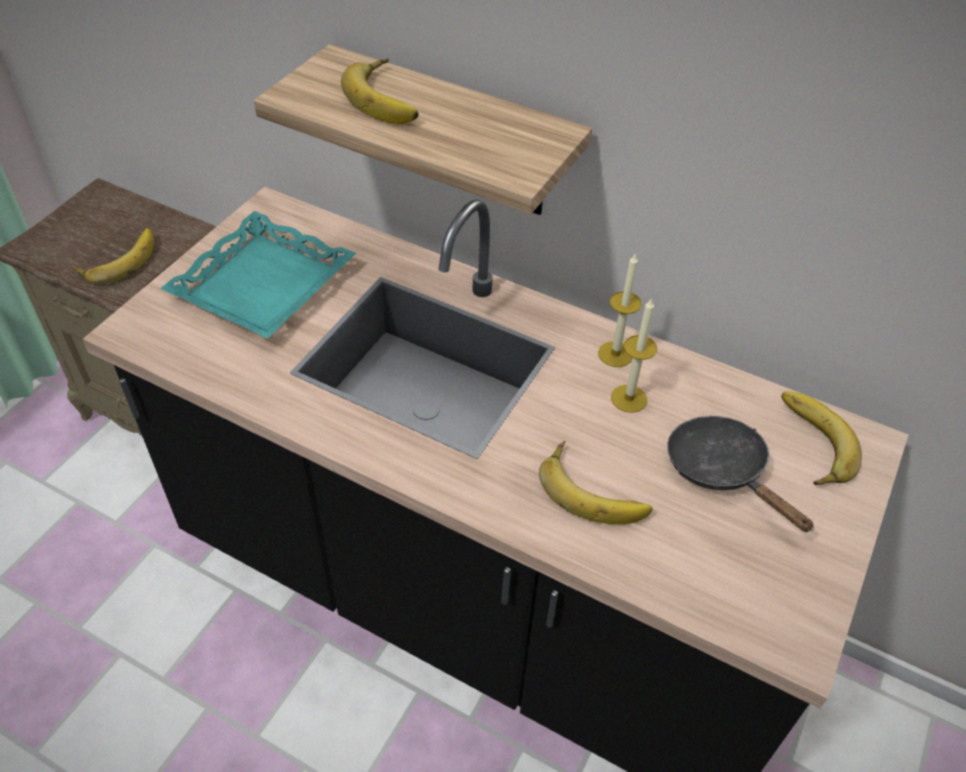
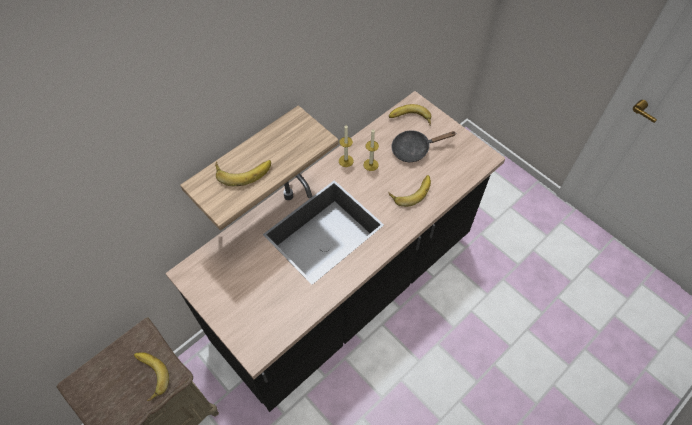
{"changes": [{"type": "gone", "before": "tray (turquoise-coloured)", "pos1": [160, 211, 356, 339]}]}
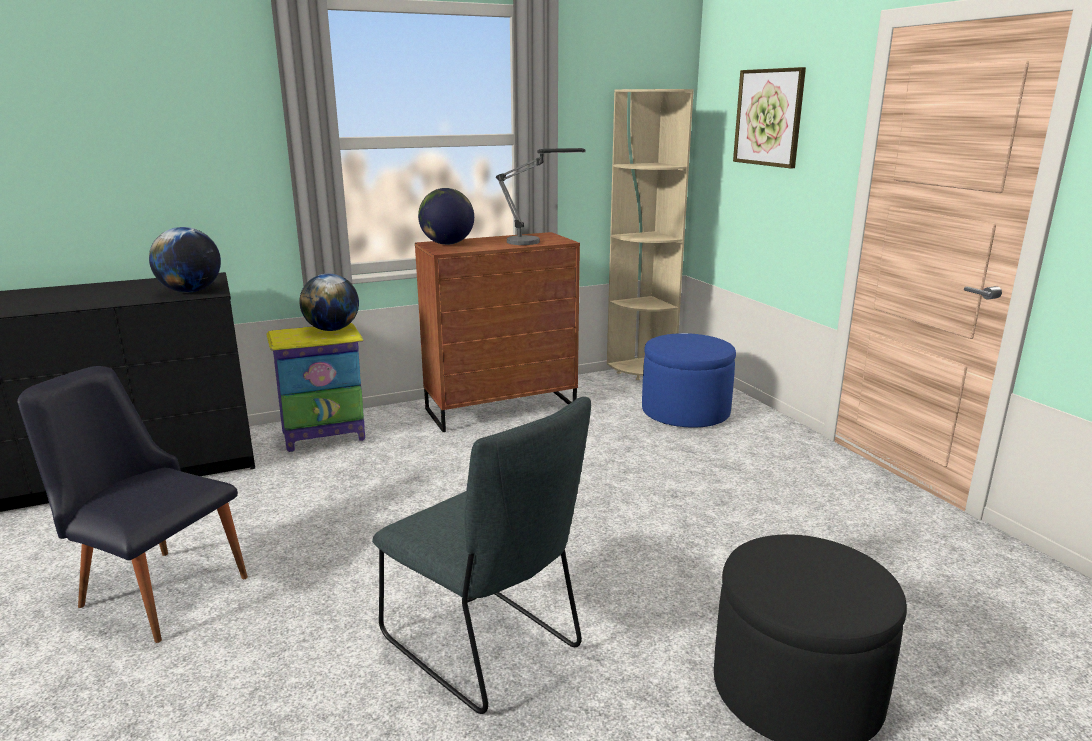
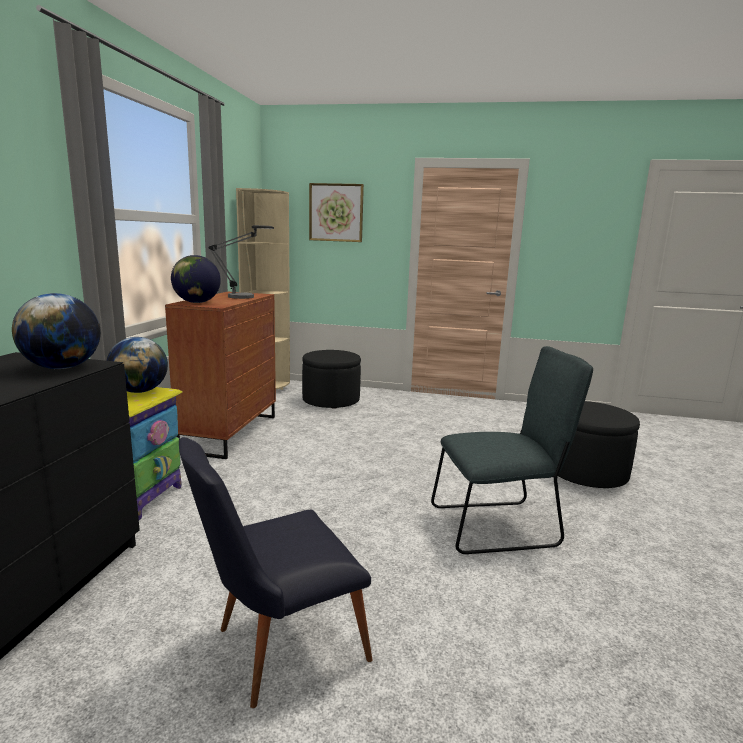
{"changes": [{"type": "repainted", "before": "ottoman (bluish)", "after": "ottoman (black)", "pos1": [642, 333, 736, 428], "pos2": [302, 350, 361, 409]}]}
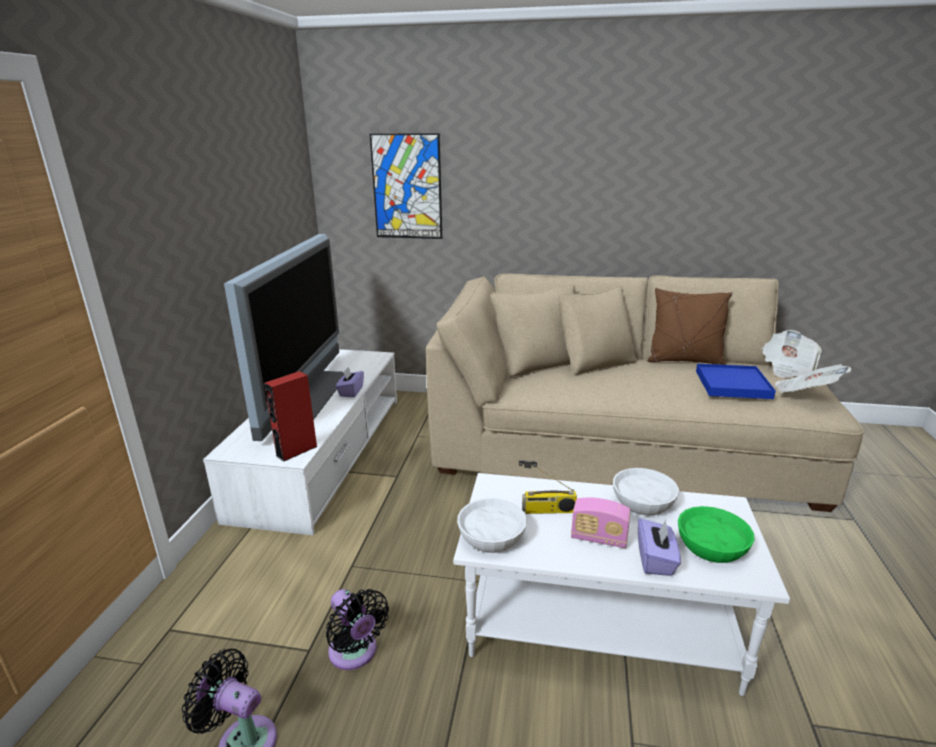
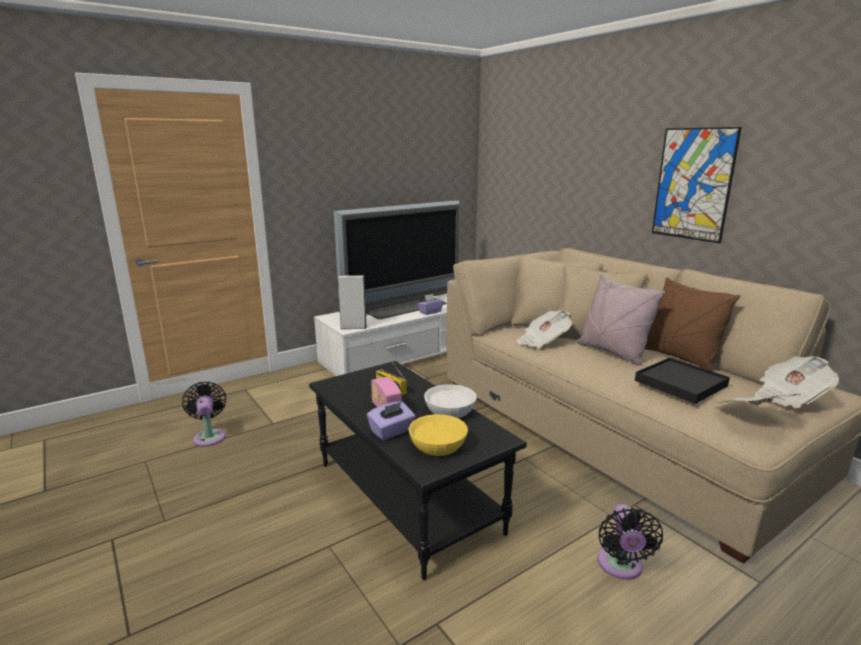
{"changes": [{"type": "repainted", "before": "low table (whitish)", "after": "low table (black)", "pos1": [453, 473, 790, 696], "pos2": [309, 361, 527, 580]}, {"type": "repainted", "before": "audio speaker (red-coloured)", "after": "audio speaker (grey)", "pos1": [264, 371, 318, 462], "pos2": [338, 275, 367, 329]}, {"type": "repainted", "before": "deep dish (green)", "after": "deep dish (yellowish)", "pos1": [678, 506, 755, 563], "pos2": [409, 414, 468, 456]}, {"type": "new", "after": "printed paper", "pos2": [517, 310, 572, 348]}, {"type": "new", "after": "throw pillow (purplish)", "pos2": [577, 274, 665, 366]}, {"type": "shifted", "before": "fan (black)", "pos1": [326, 589, 389, 670], "pos2": [597, 504, 663, 580]}, {"type": "repainted", "before": "tray (bluish)", "after": "tray (black)", "pos1": [696, 364, 776, 399], "pos2": [635, 358, 730, 404]}, {"type": "shifted", "before": "wall art", "pos1": [370, 133, 442, 239], "pos2": [652, 127, 742, 243]}, {"type": "gone", "before": "deep dish (whitish)", "pos1": [457, 498, 527, 553]}]}
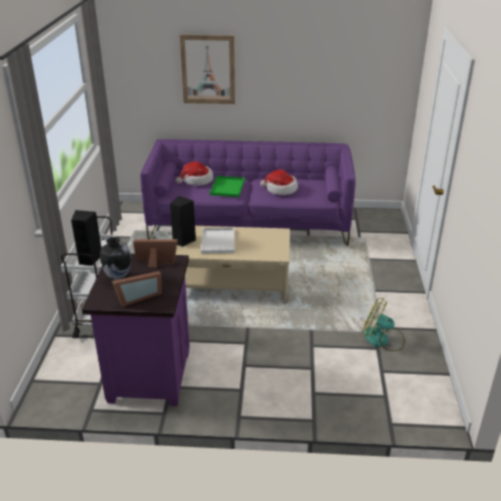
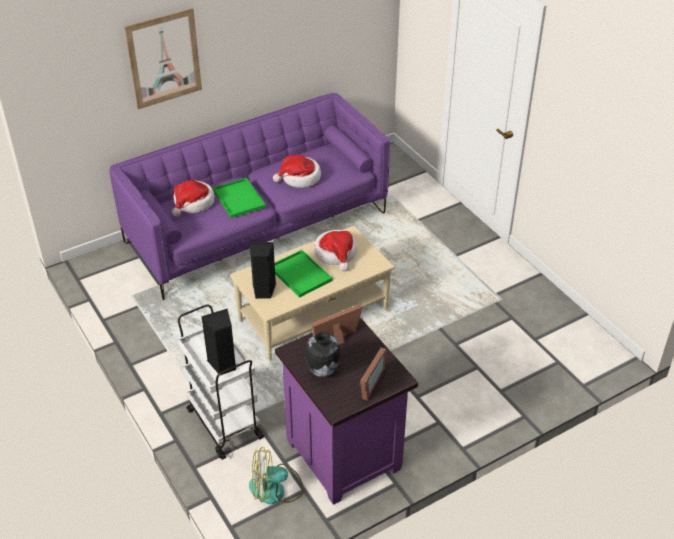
{"changes": [{"type": "shifted", "before": "fan", "pos1": [362, 298, 405, 351], "pos2": [249, 447, 304, 505]}, {"type": "repainted", "before": "tray (whitish)", "after": "tray (green)", "pos1": [201, 228, 235, 253], "pos2": [275, 250, 333, 298]}, {"type": "new", "after": "hat", "pos2": [315, 230, 357, 272]}]}
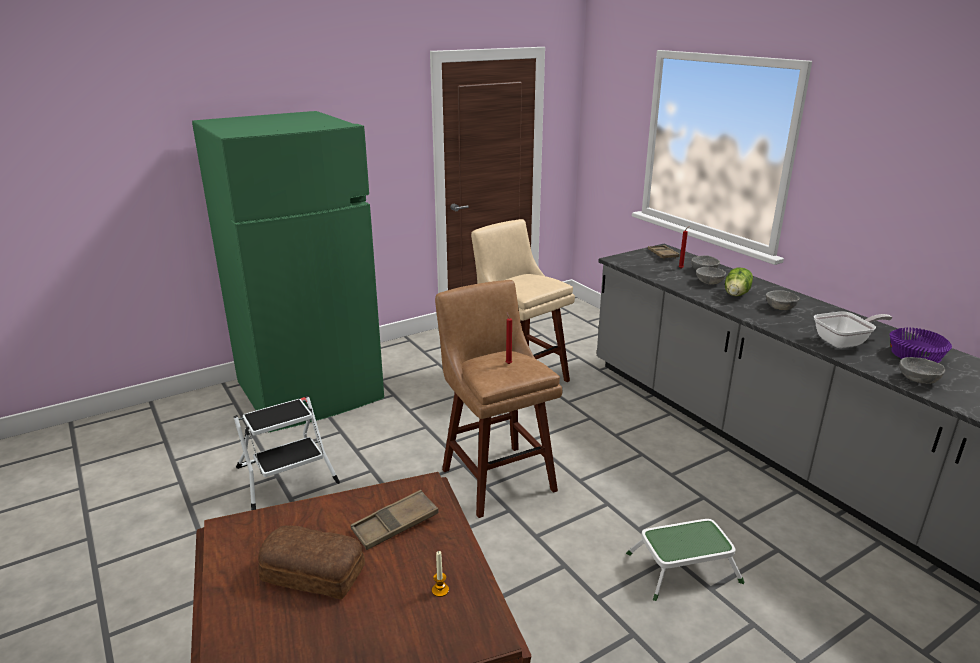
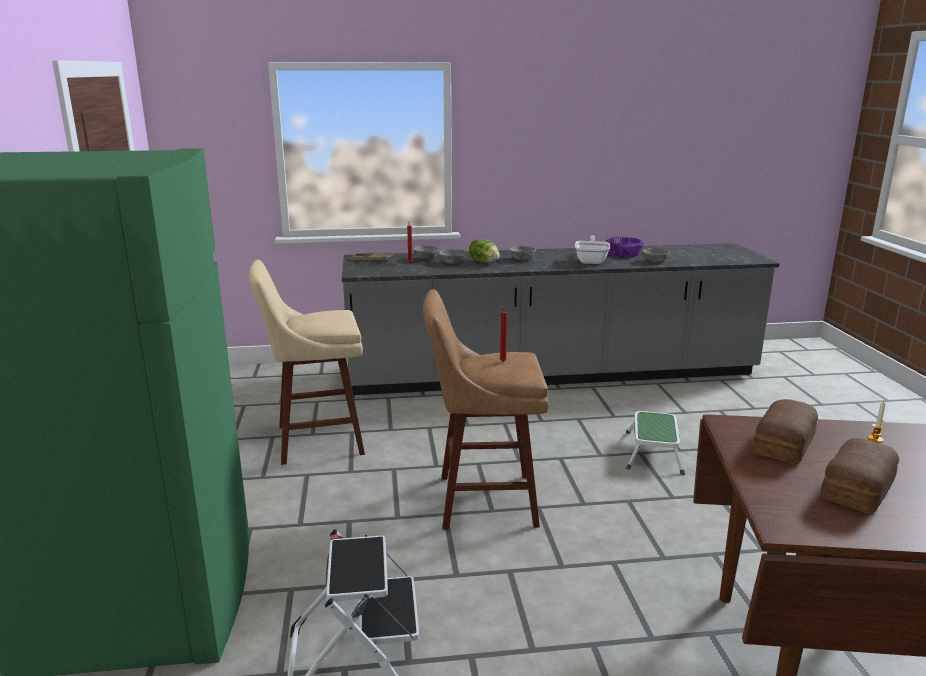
{"changes": [{"type": "swapped", "before": "tray (brownish)", "after": "bread", "pos1": [351, 490, 439, 550], "pos2": [753, 399, 818, 464]}]}
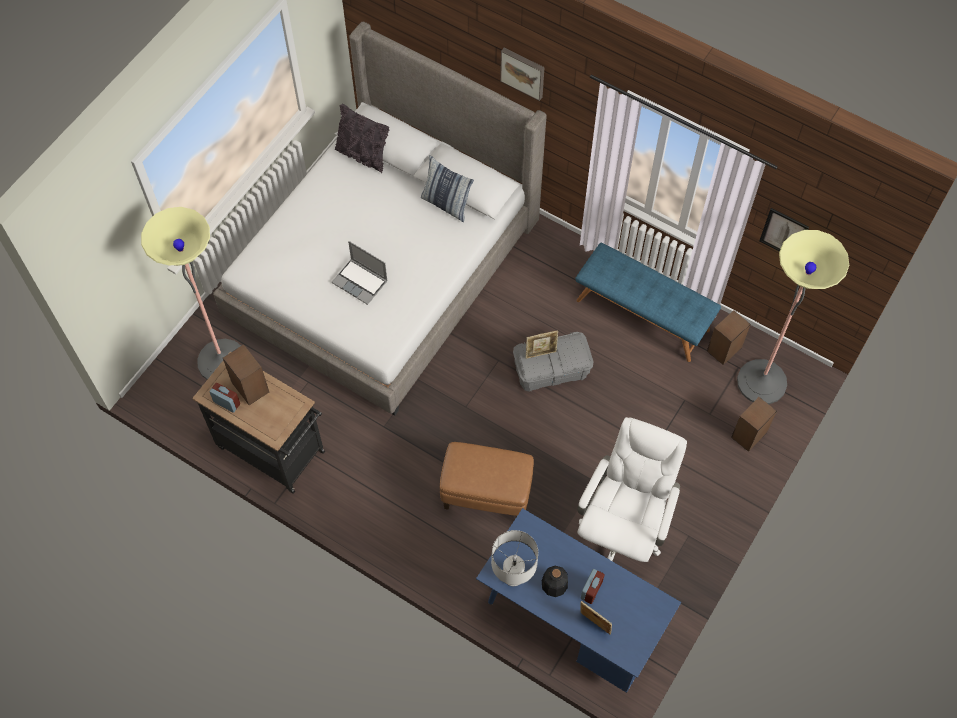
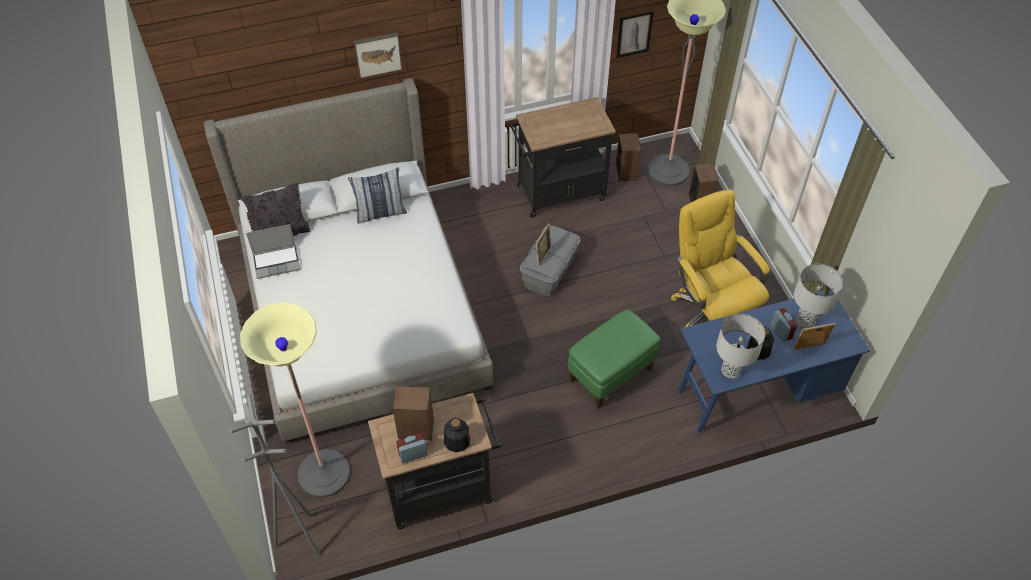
{"changes": [{"type": "new", "after": "garment rack (grey)", "pos2": [229, 395, 320, 557]}, {"type": "shifted", "before": "laptop", "pos1": [332, 241, 388, 305], "pos2": [246, 224, 300, 279]}, {"type": "new", "after": "drink bottle", "pos2": [444, 418, 470, 453]}, {"type": "swapped", "before": "indoor bench (bluish)", "after": "cart (black)", "pos1": [575, 243, 721, 362], "pos2": [509, 97, 616, 218]}, {"type": "repainted", "before": "ottoman (brownish)", "after": "ottoman (green)", "pos1": [440, 442, 534, 517], "pos2": [568, 309, 660, 409]}, {"type": "repainted", "before": "computer chair (whitish)", "after": "computer chair (yellowish)", "pos1": [577, 417, 687, 562], "pos2": [671, 189, 770, 334]}, {"type": "new", "after": "table lamp (whitish)", "pos2": [794, 264, 843, 328]}]}
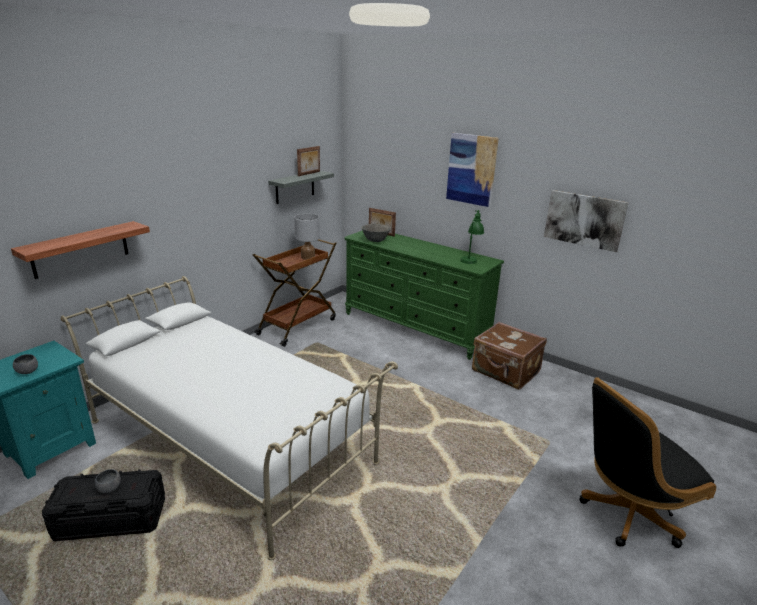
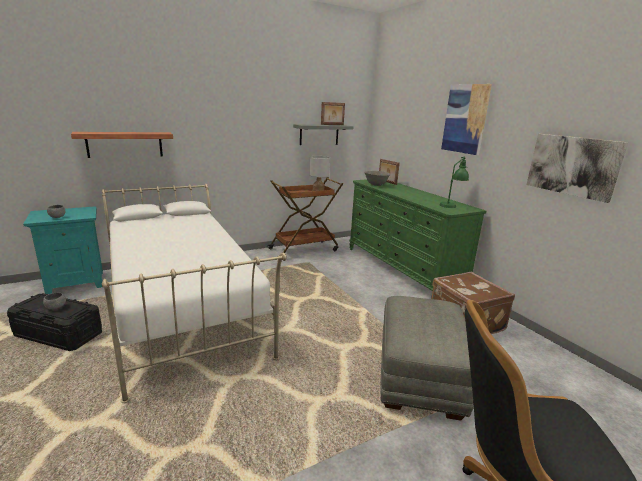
{"changes": [{"type": "new", "after": "ottoman (grey)", "pos2": [380, 296, 474, 420]}]}
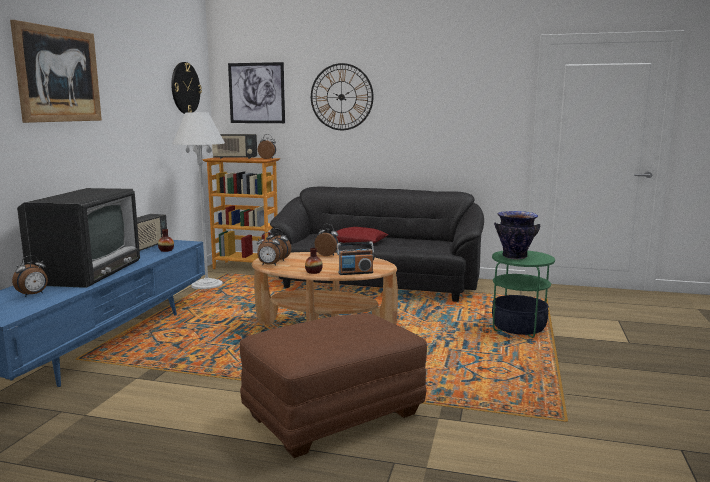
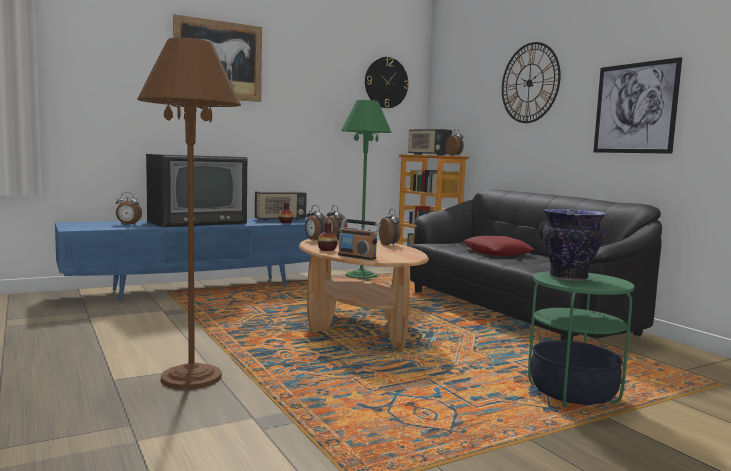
{"changes": [{"type": "swapped", "before": "ottoman (brownish)", "after": "standing lamp (brownish)", "pos1": [240, 313, 427, 458], "pos2": [137, 38, 241, 389]}, {"type": "repainted", "before": "standing lamp (whitish)", "after": "standing lamp (green)", "pos1": [172, 112, 225, 289], "pos2": [341, 100, 392, 278]}, {"type": "shifted", "before": "wall art", "pos1": [228, 62, 285, 123], "pos2": [593, 57, 682, 154]}]}
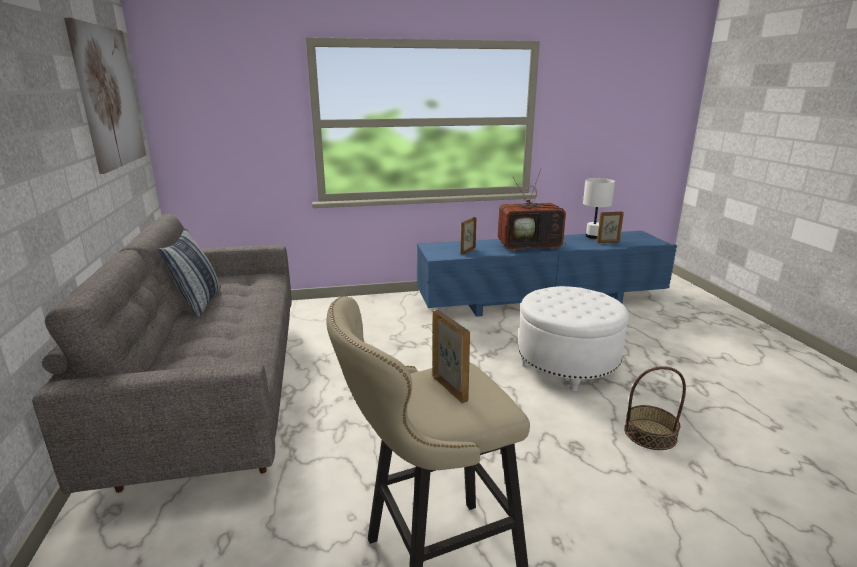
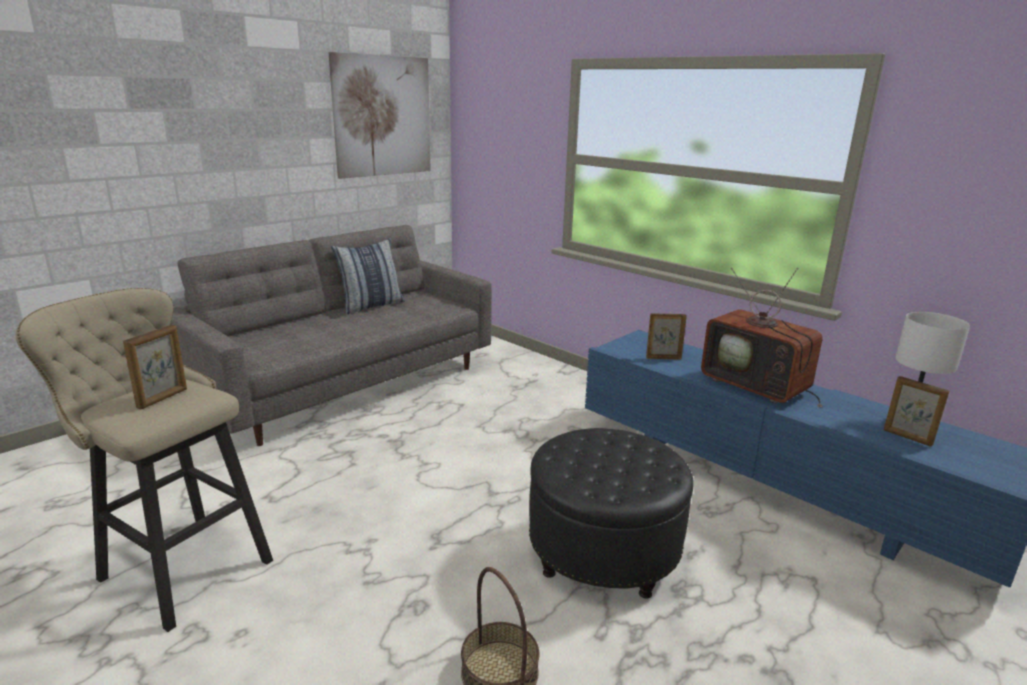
{"changes": [{"type": "repainted", "before": "ottoman (whitish)", "after": "ottoman (black)", "pos1": [519, 286, 629, 391], "pos2": [529, 428, 694, 599]}]}
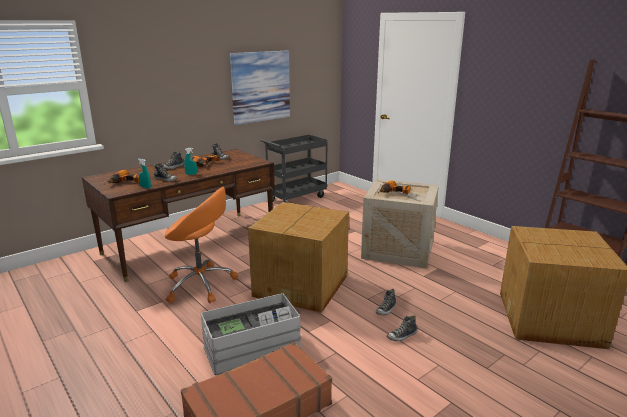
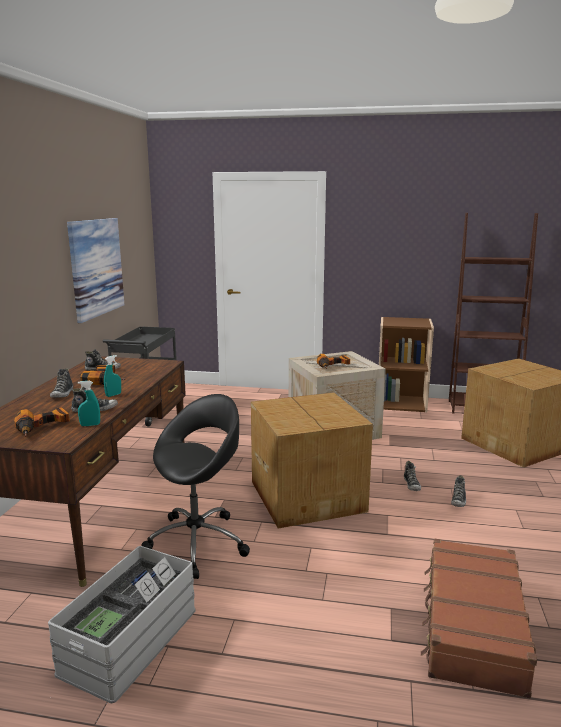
{"changes": [{"type": "shifted", "before": "storage box (grey)", "pos1": [201, 293, 301, 375], "pos2": [48, 546, 196, 703]}, {"type": "repainted", "before": "computer chair (orangey)", "after": "computer chair (black)", "pos1": [165, 187, 238, 303], "pos2": [141, 394, 250, 579]}, {"type": "new", "after": "shelving unit (brownish)", "pos2": [379, 317, 434, 412]}]}
